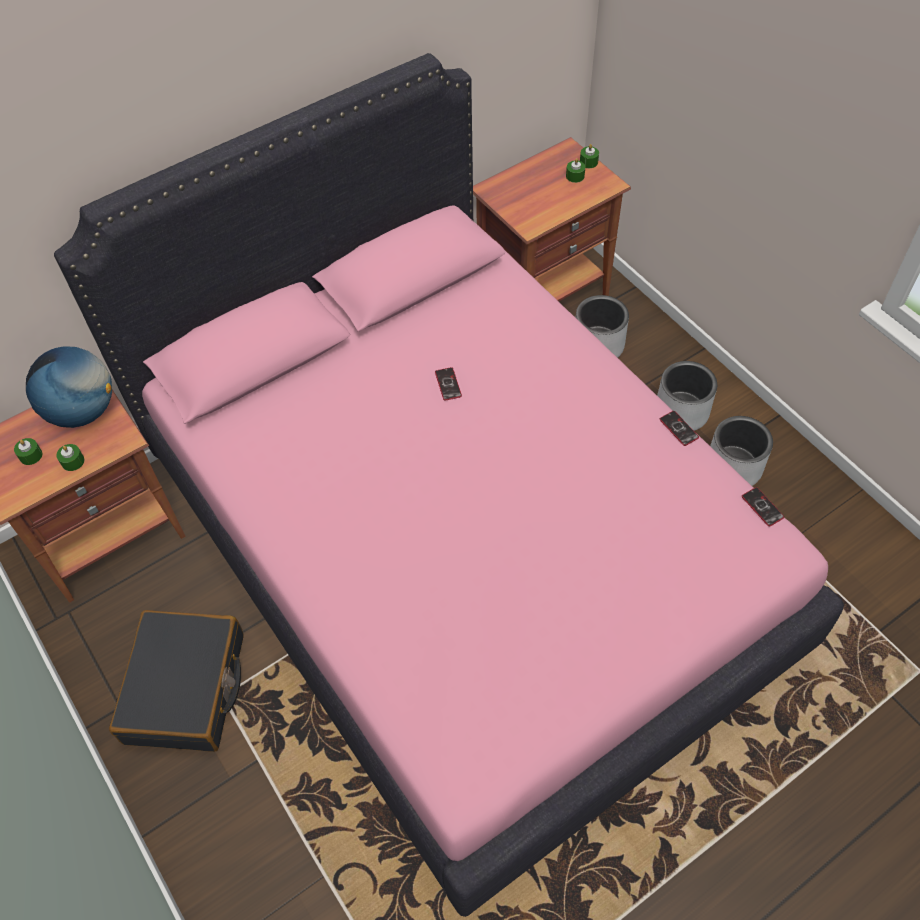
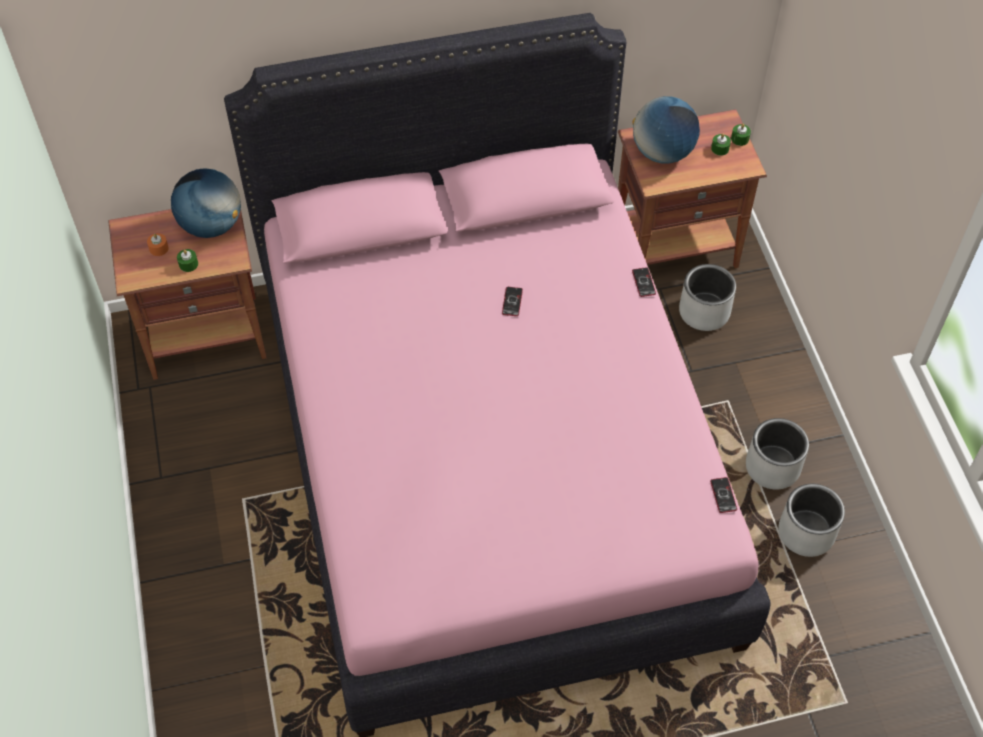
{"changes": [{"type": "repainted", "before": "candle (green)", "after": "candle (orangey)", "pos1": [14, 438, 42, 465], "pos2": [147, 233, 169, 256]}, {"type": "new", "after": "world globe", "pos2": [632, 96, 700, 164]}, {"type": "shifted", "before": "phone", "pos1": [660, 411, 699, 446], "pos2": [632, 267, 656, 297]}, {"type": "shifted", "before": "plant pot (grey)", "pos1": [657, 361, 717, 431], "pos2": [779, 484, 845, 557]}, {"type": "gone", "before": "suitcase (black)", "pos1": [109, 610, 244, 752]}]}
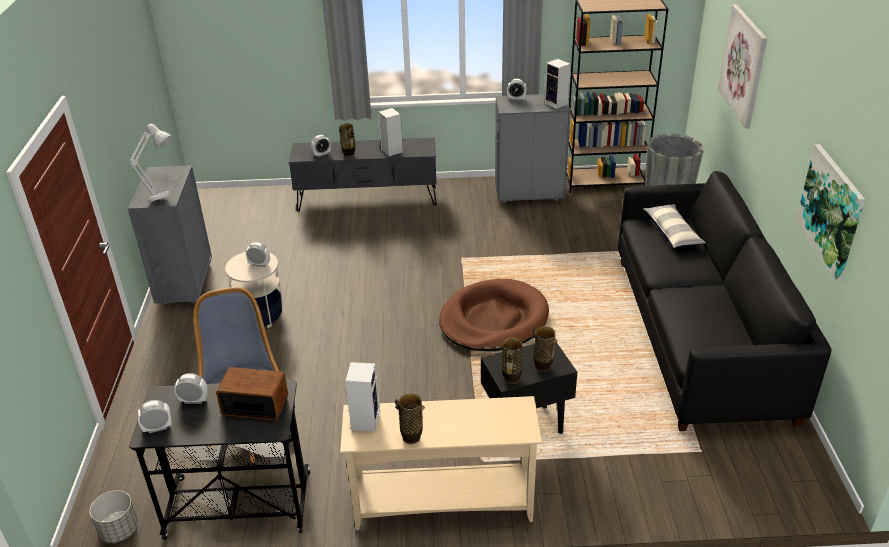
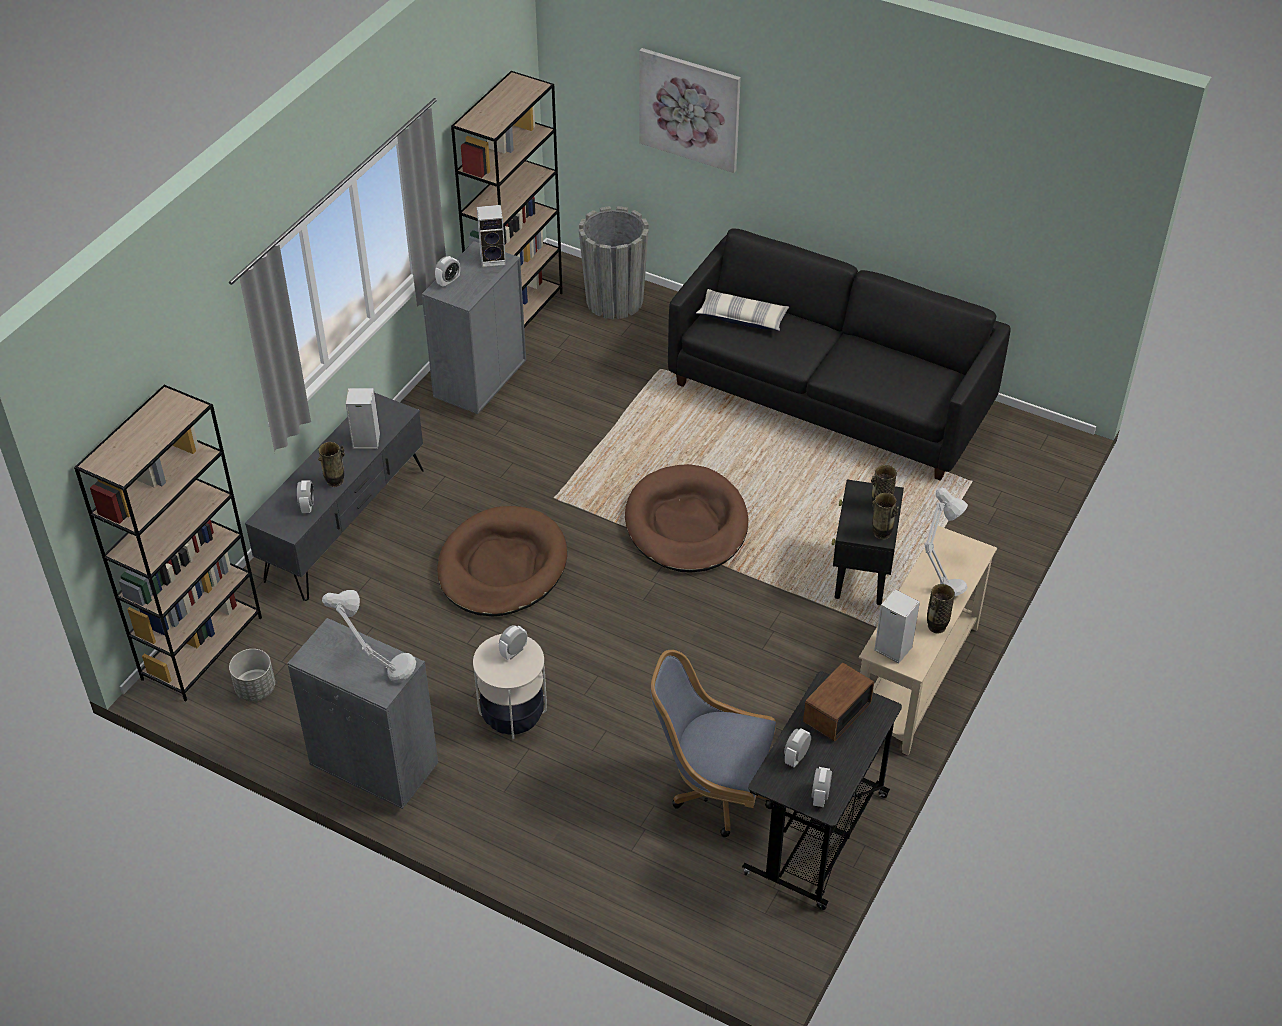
{"changes": [{"type": "new", "after": "shelving unit (sand-coloured)", "pos2": [74, 385, 262, 701]}, {"type": "shifted", "before": "plant pot (grey)", "pos1": [89, 490, 138, 543], "pos2": [229, 649, 275, 701]}, {"type": "new", "after": "dog cushion (brownish)", "pos2": [437, 506, 567, 616]}, {"type": "new", "after": "table lamp (grey)", "pos2": [925, 488, 968, 597]}, {"type": "gone", "before": "wall art", "pos1": [796, 144, 865, 280]}]}
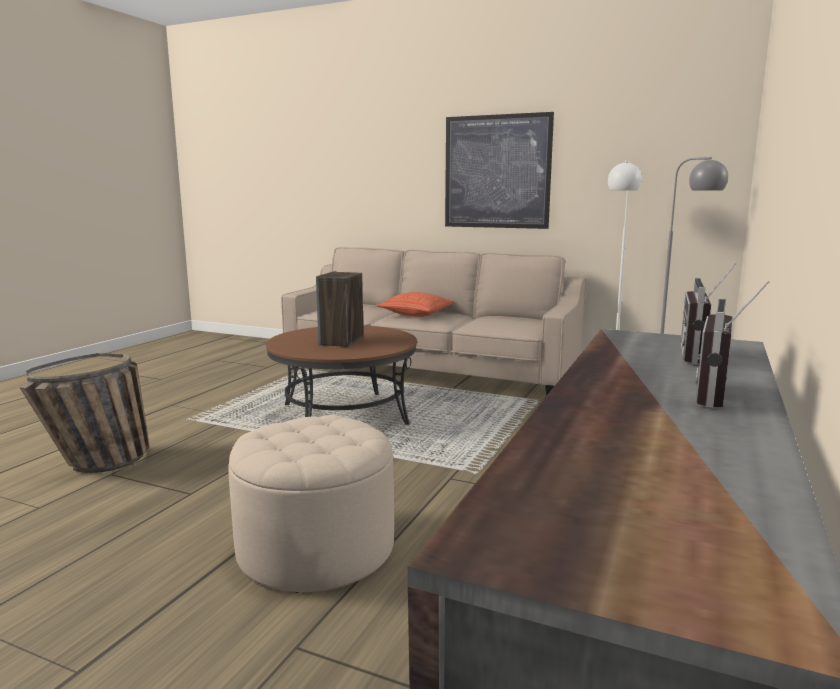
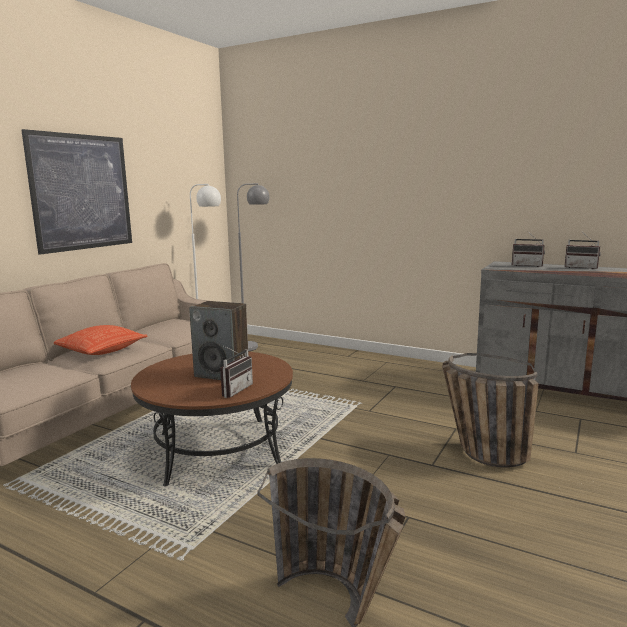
{"changes": [{"type": "new", "after": "radio", "pos2": [219, 344, 253, 398]}, {"type": "swapped", "before": "ottoman (sand-coloured)", "after": "storage basket", "pos1": [228, 415, 394, 593], "pos2": [442, 353, 539, 468]}]}
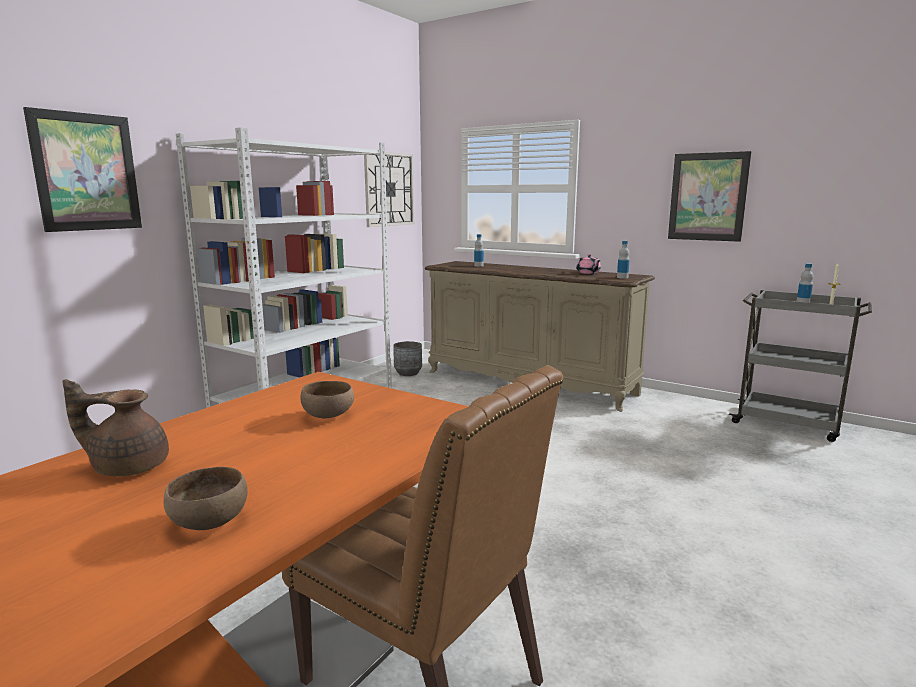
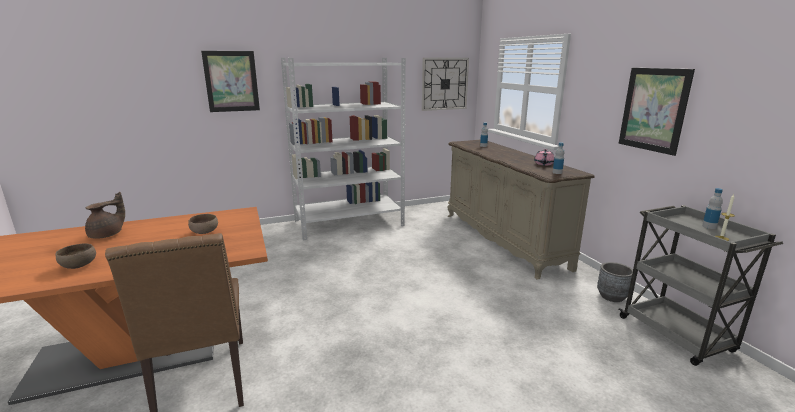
{"changes": [{"type": "rotated", "before": "pot for tea (brownish)", "pos1": [62, 379, 169, 476], "pos2": [85, 192, 125, 239], "turn": 90}, {"type": "shifted", "before": "plant pot (grey)", "pos1": [393, 341, 422, 376], "pos2": [597, 262, 633, 302]}]}
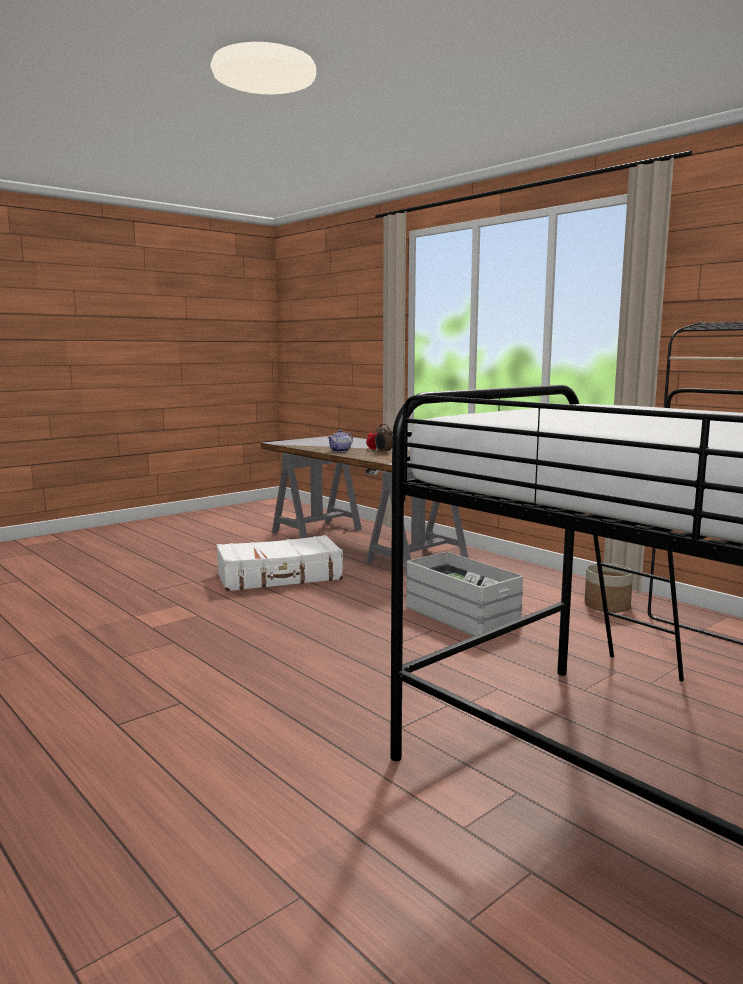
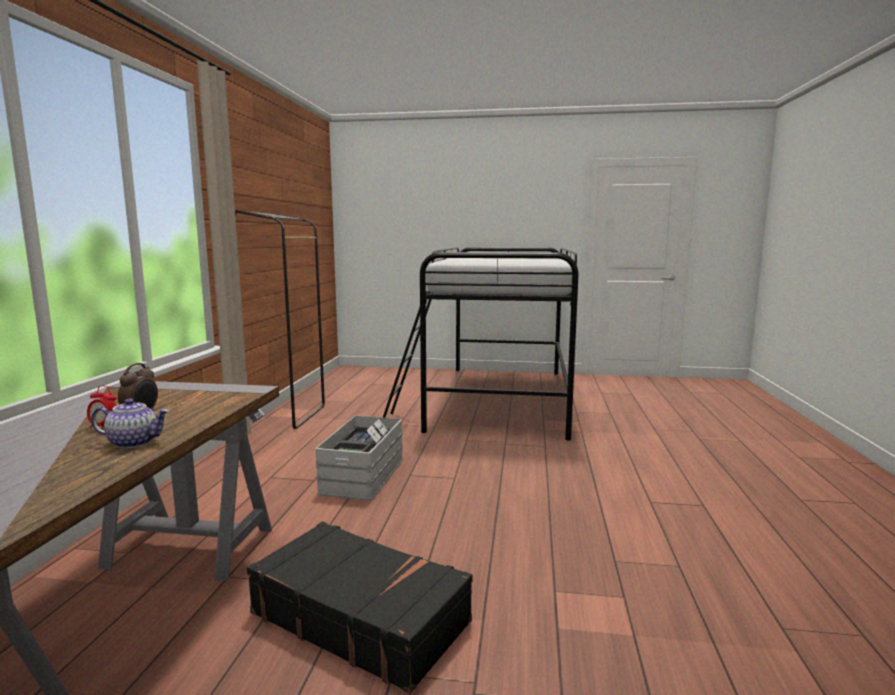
{"changes": [{"type": "repainted", "before": "suitcase (whitish)", "after": "suitcase (black)", "pos1": [216, 535, 343, 591], "pos2": [247, 522, 473, 694]}, {"type": "gone", "before": "plant pot", "pos1": [584, 563, 633, 613]}]}
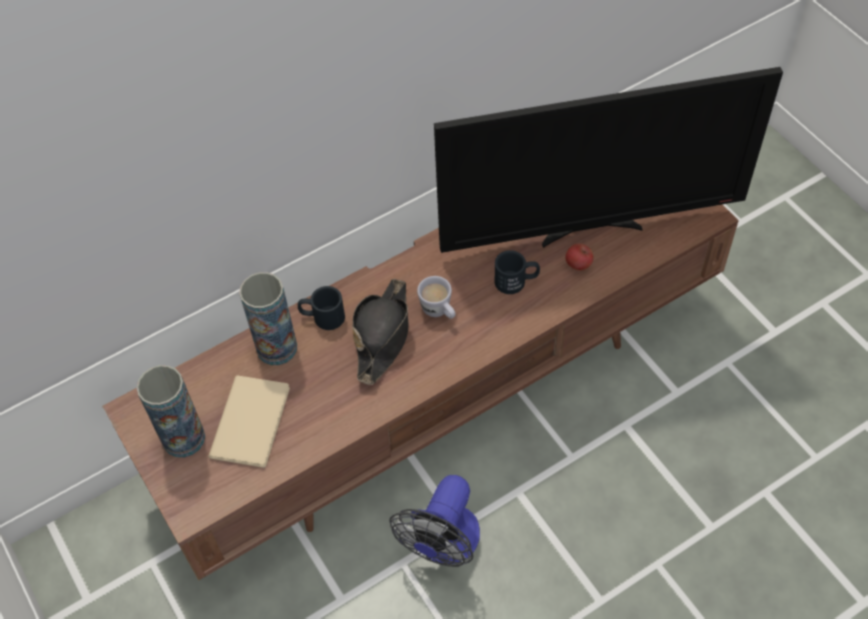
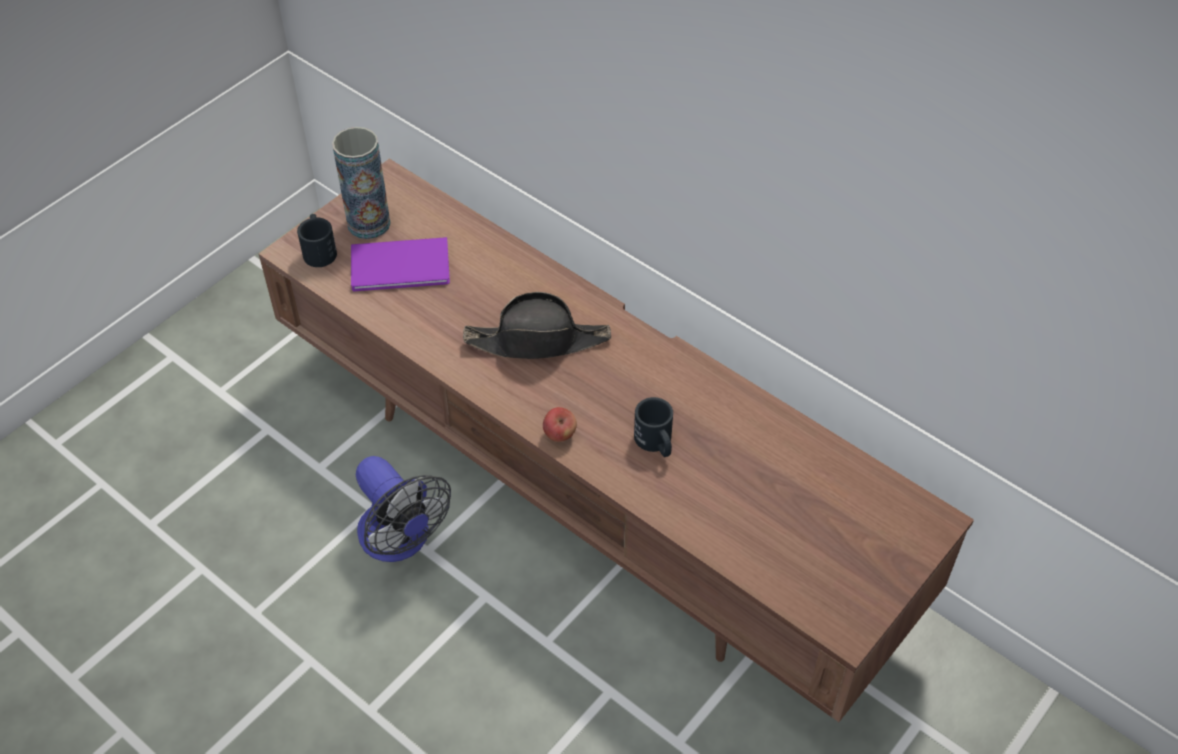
{"changes": [{"type": "shifted", "before": "coffee mug (black)", "pos1": [298, 286, 345, 330], "pos2": [297, 214, 337, 267]}, {"type": "repainted", "before": "bound book (sand-coloured)", "after": "bound book (purplish)", "pos1": [208, 375, 290, 468], "pos2": [351, 237, 450, 291]}, {"type": "rotated", "before": "fan", "pos1": [389, 475, 480, 567], "pos2": [356, 456, 451, 562], "turn": -135}, {"type": "shifted", "before": "apple", "pos1": [565, 243, 593, 271], "pos2": [543, 407, 577, 442]}, {"type": "gone", "before": "flower vase", "pos1": [239, 272, 297, 365]}, {"type": "gone", "before": "coffee mug (whitish)", "pos1": [417, 276, 456, 319]}, {"type": "gone", "before": "TV", "pos1": [434, 67, 783, 253]}]}
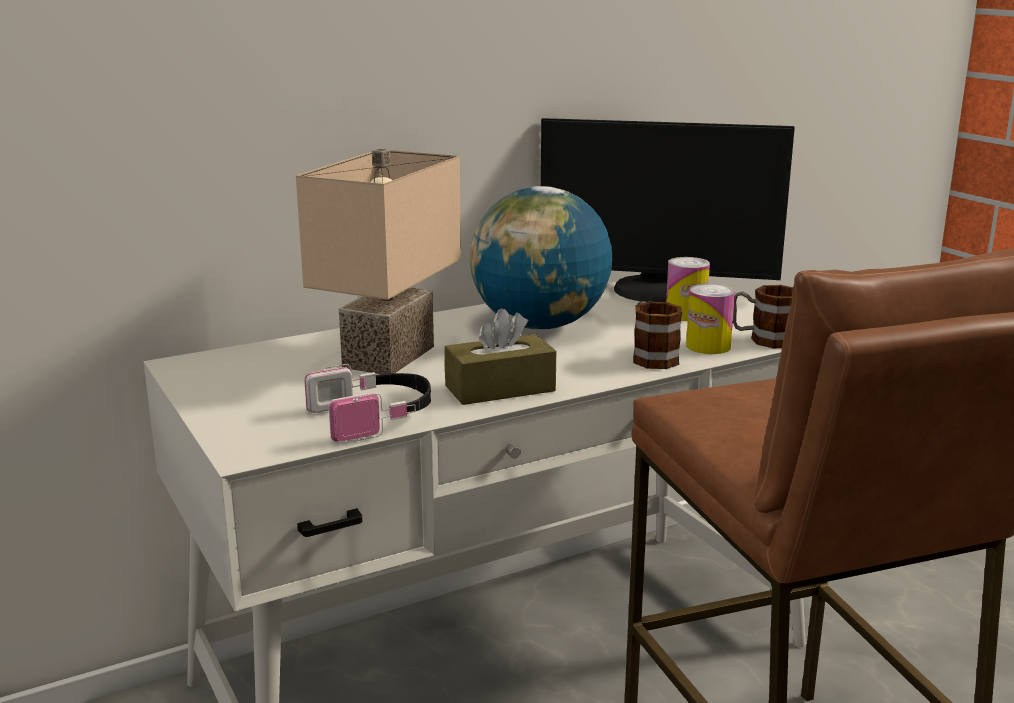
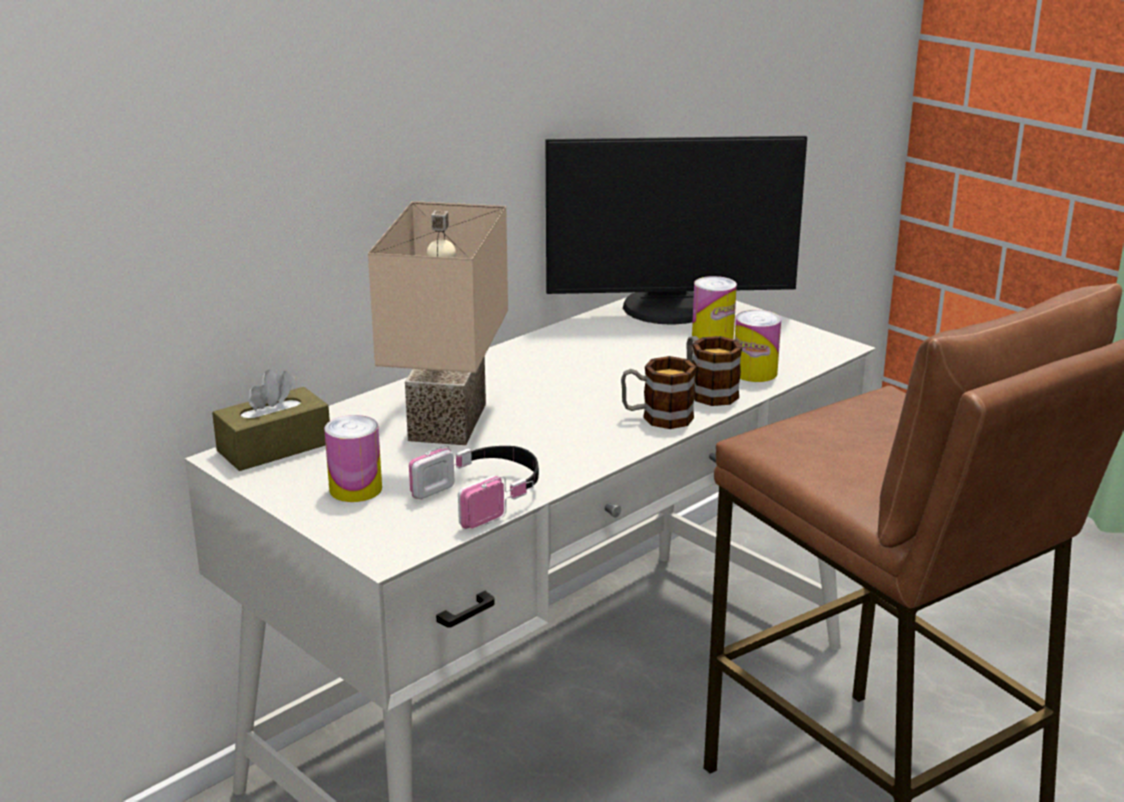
{"changes": [{"type": "shifted", "before": "tissue holder (brownish)", "pos1": [444, 308, 556, 405], "pos2": [212, 370, 330, 471]}, {"type": "new", "after": "metal can", "pos2": [324, 415, 382, 502]}, {"type": "shifted", "before": "coffee mug", "pos1": [733, 285, 793, 349], "pos2": [621, 356, 696, 429]}, {"type": "gone", "before": "world globe", "pos1": [470, 186, 613, 330]}]}
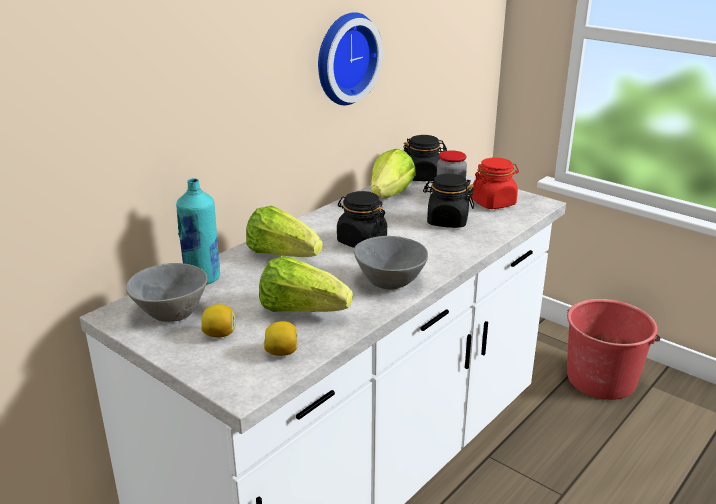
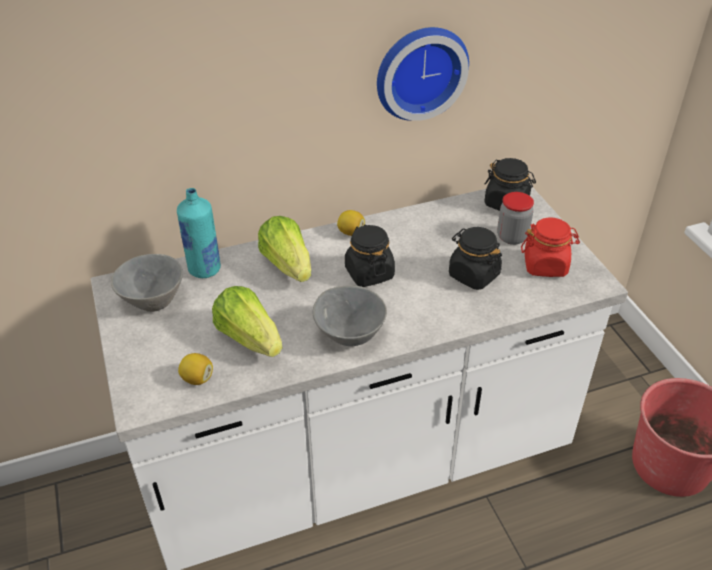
{"changes": [{"type": "shifted", "before": "lemon", "pos1": [201, 304, 236, 337], "pos2": [337, 210, 365, 236]}, {"type": "gone", "before": "lettuce head", "pos1": [371, 149, 416, 198]}]}
